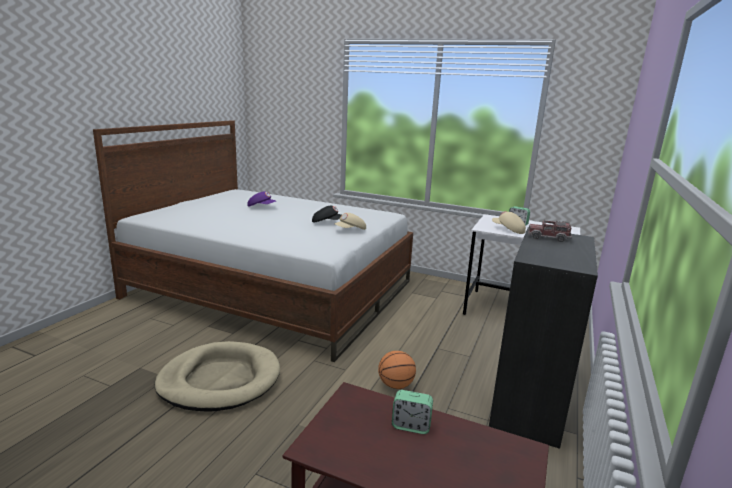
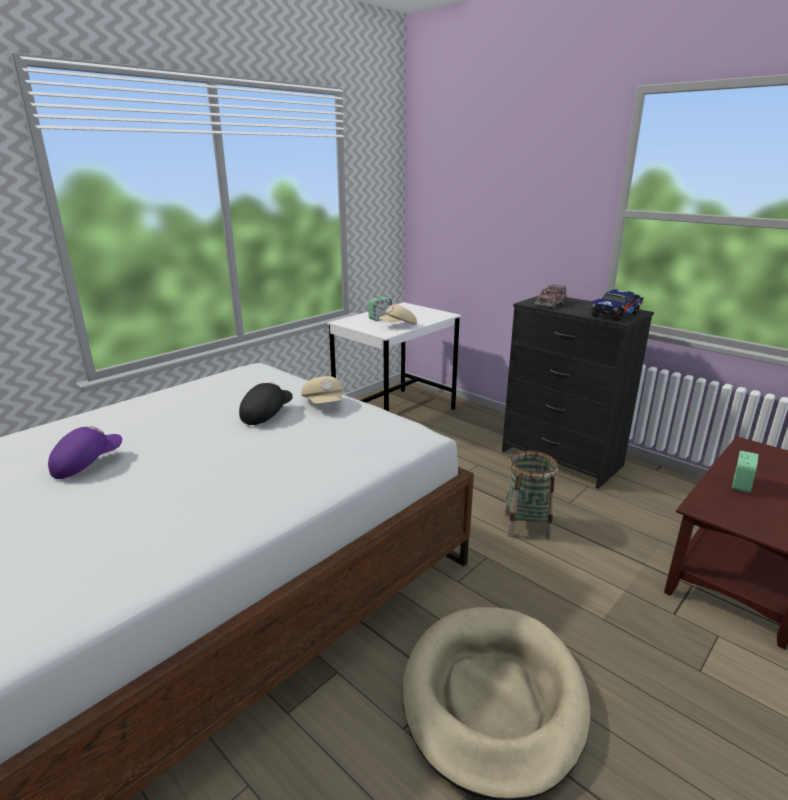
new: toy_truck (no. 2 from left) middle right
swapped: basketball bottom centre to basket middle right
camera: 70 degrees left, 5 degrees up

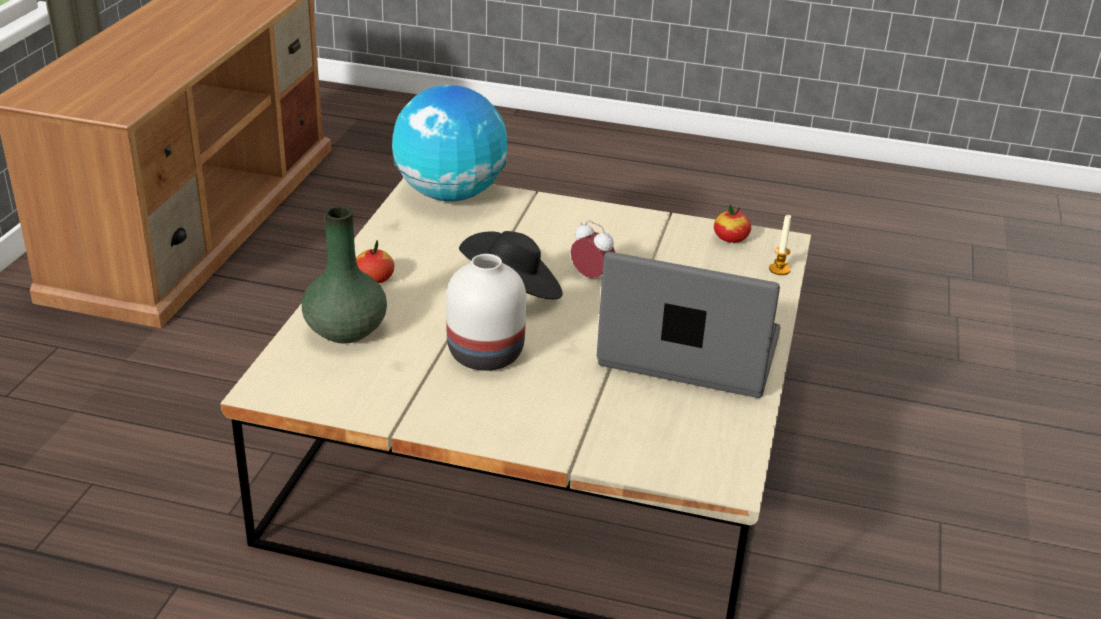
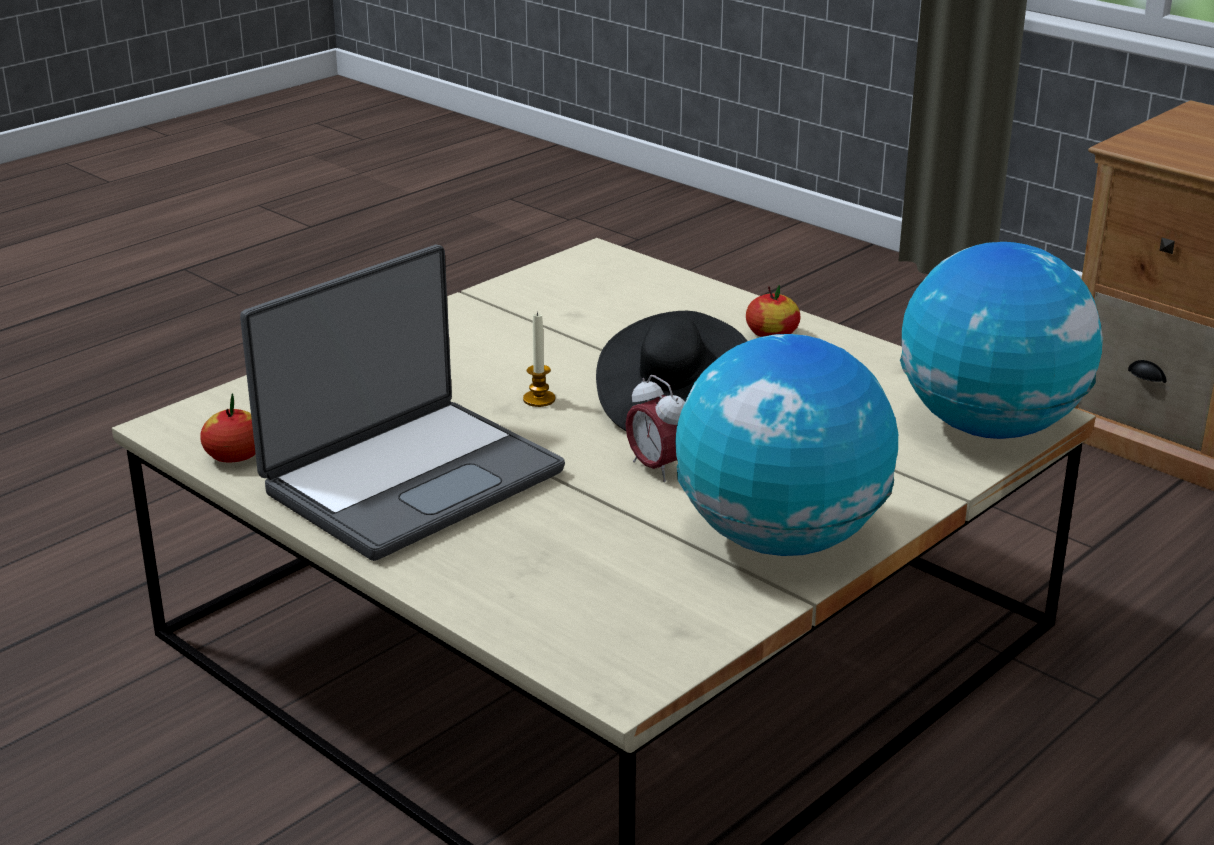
gone: green_vase middle left; white_vase centre
new: globe (no. 1 from left) centre
shifted: apple (no. 2 from left in the first image) centre to apple (no. 1 from left) middle left; candle middle right to centre
rotated: alarm_clock centre = centre 75 degrees clockwise
camera: 120 degrees right, 5 degrees down

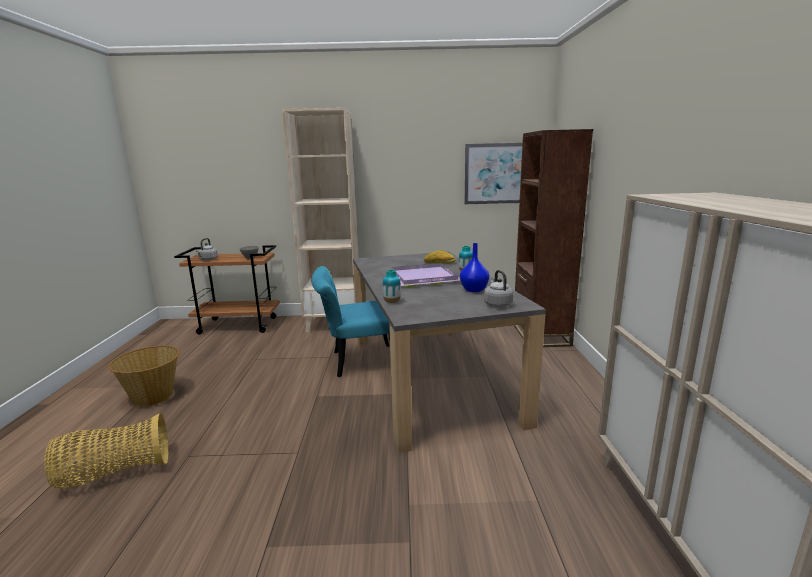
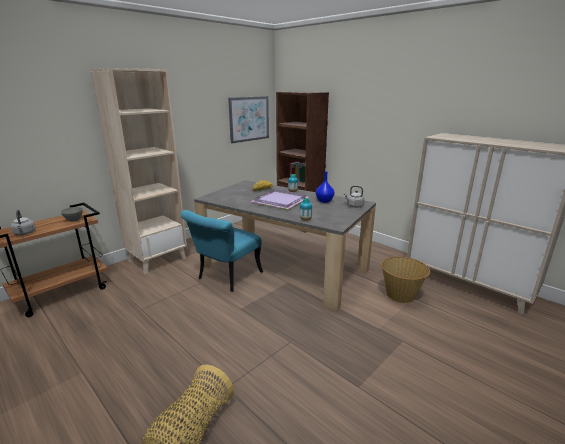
shifted: basket (no. 2 from left) middle left to middle right
camera: 45 degrees left, 5 degrees up

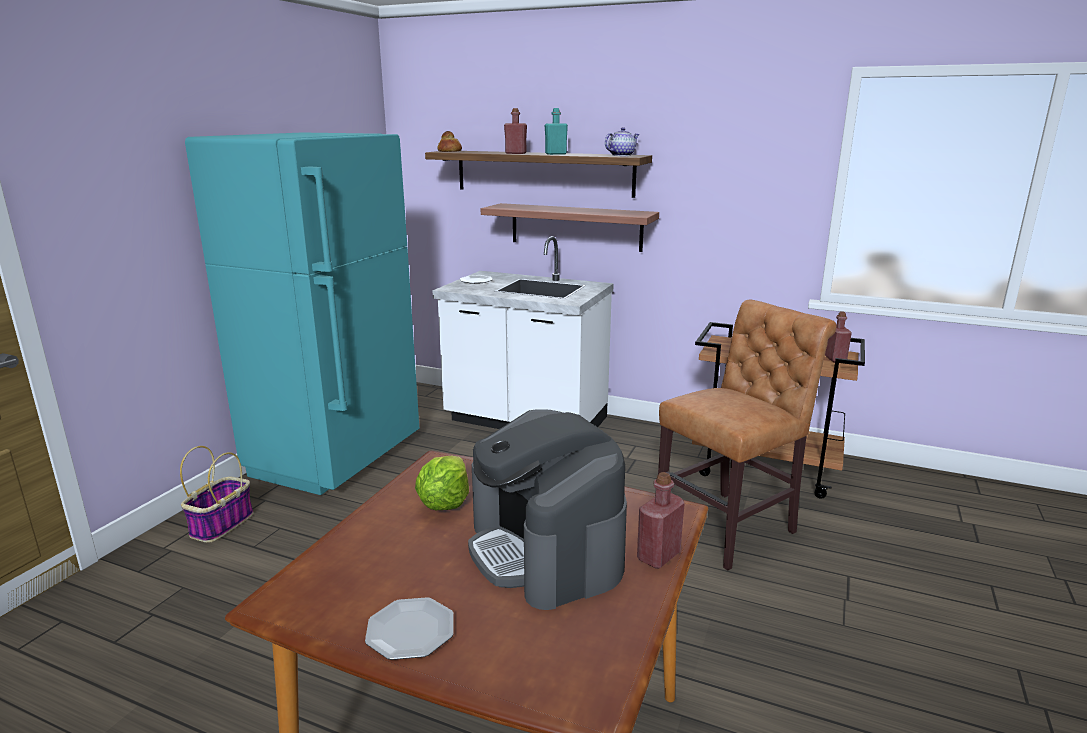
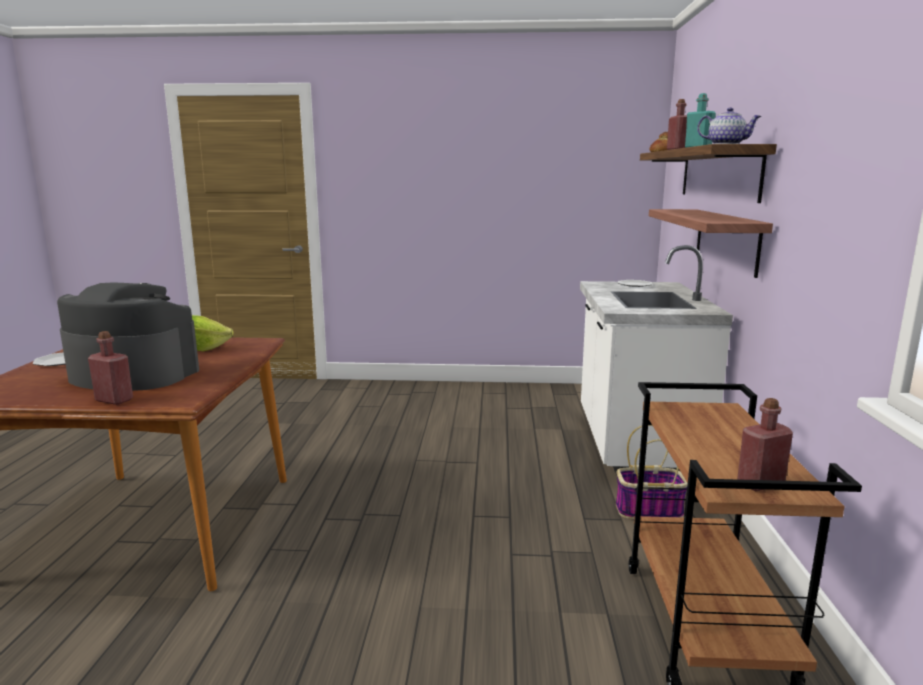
gone: turquoise_fridge middle left; brown_chair middle right
shifted: basket bottom left to bottom right
rotated: coffee_machine bottom centre = middle left 60 degrees clockwise
camera: 70 degrees right, 5 degrees down

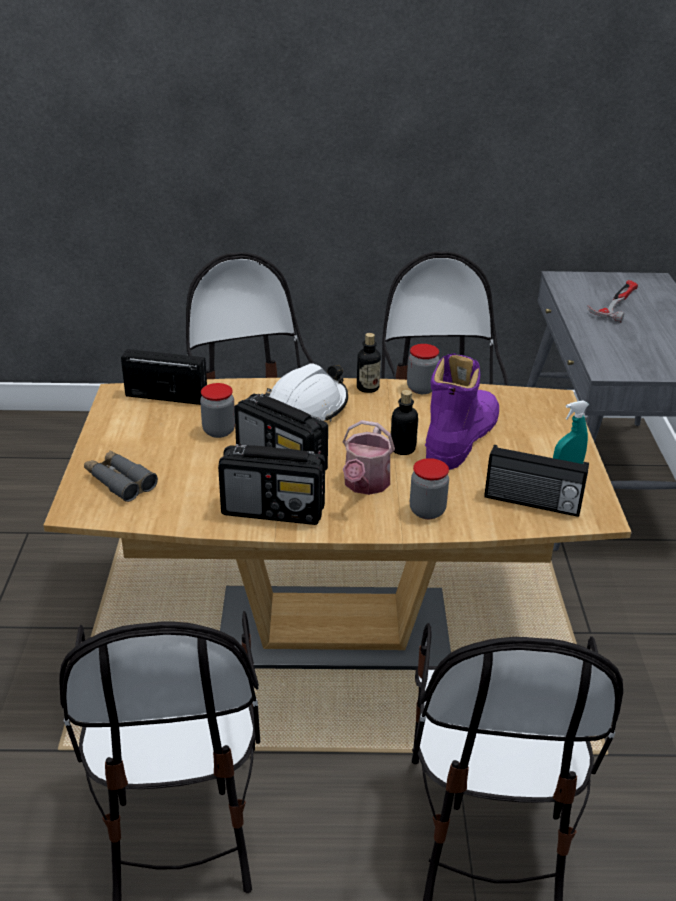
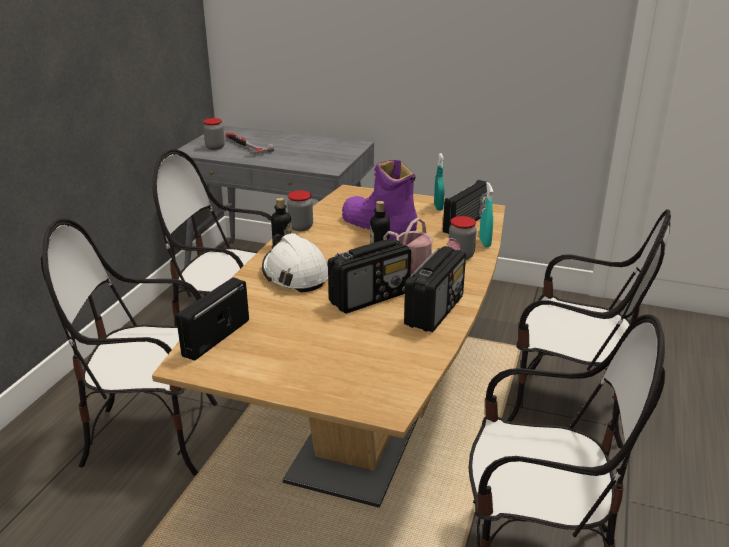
gone: grey_binoculars middle left
new: turquoise_spray_bottle (no. 2 from left) middle right
shifted: jar (no. 1 from left) middle left to top left
camera: 70 degrees left, 5 degrees down

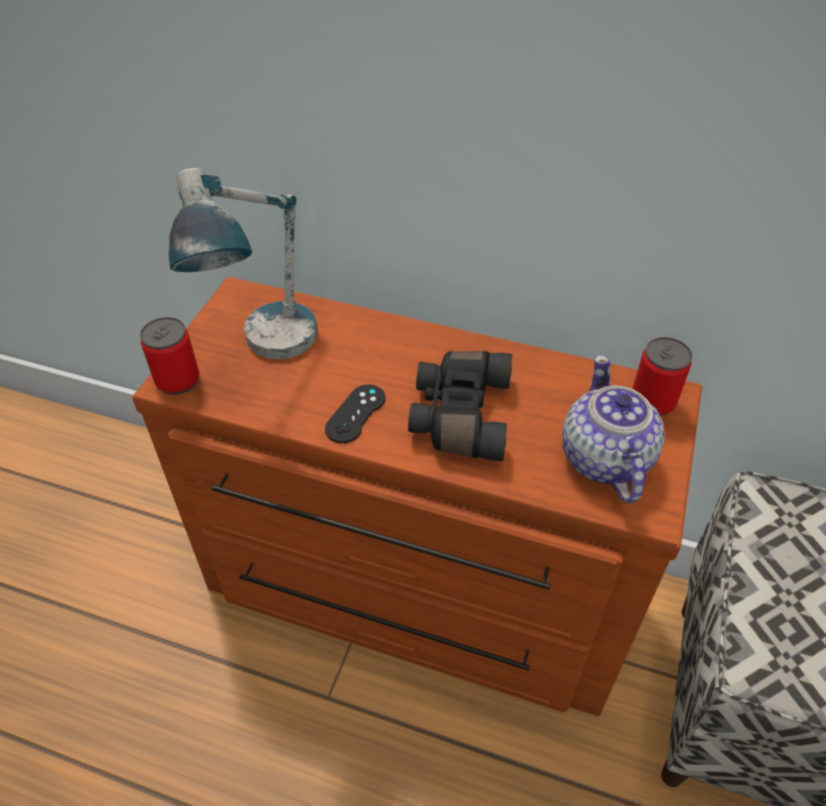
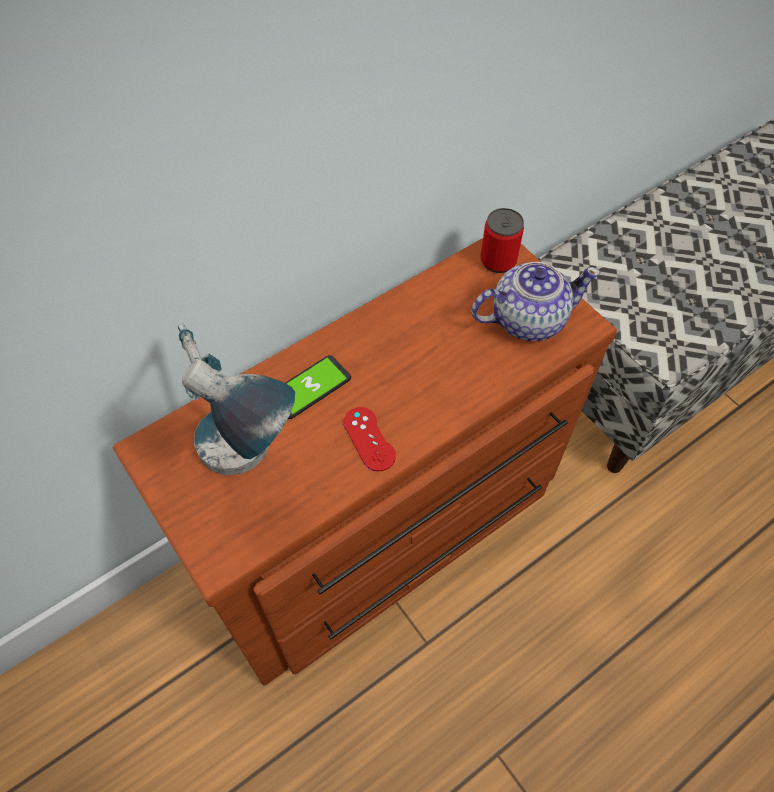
gone: can (no. 1 from left) middle left; black_binoculars centre
new: phone centre
repainted: black_game_controller centre to red_game_controller centre
rotated: teapot middle right = middle right 135 degrees clockwise
camera: 55 degrees left, 10 degrees up

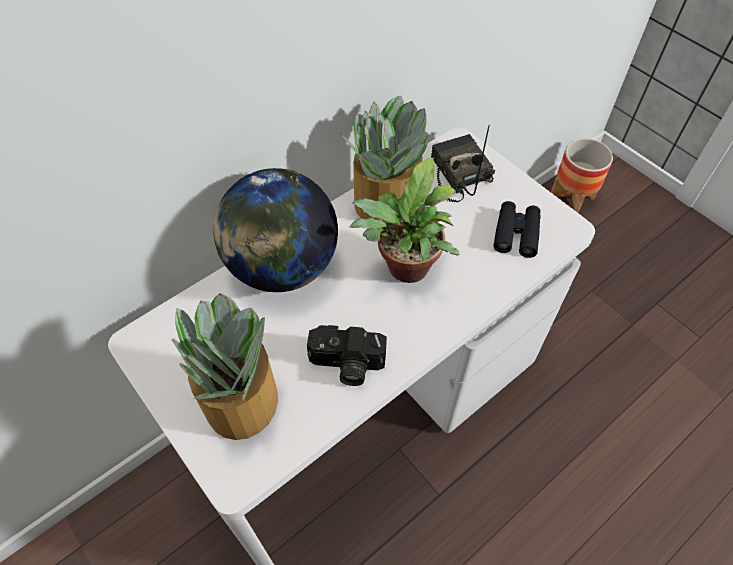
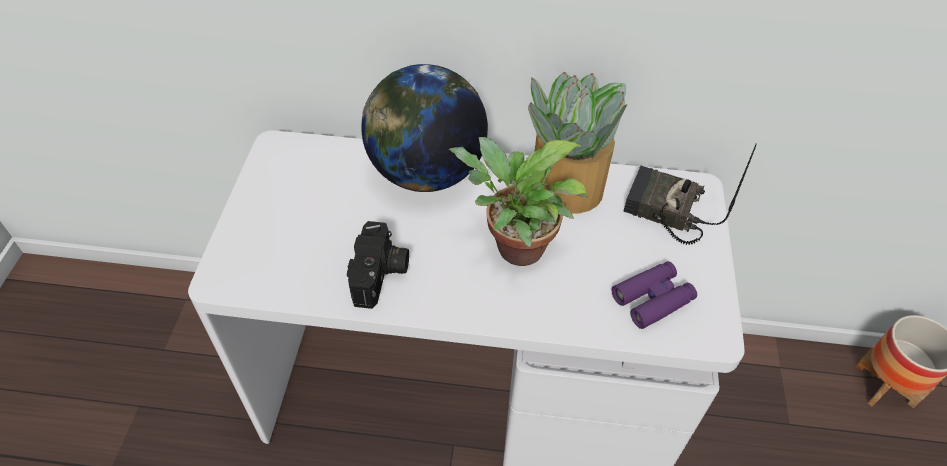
gone: potted_plant (no. 1 from left) middle left
repainted: black_binoculars middle right to purple_binoculars middle right
rotated: photo_camera centre = centre 135 degrees counterclockwise; radio top centre = middle right 90 degrees counterclockwise
camera: 45 degrees right, 5 degrees down

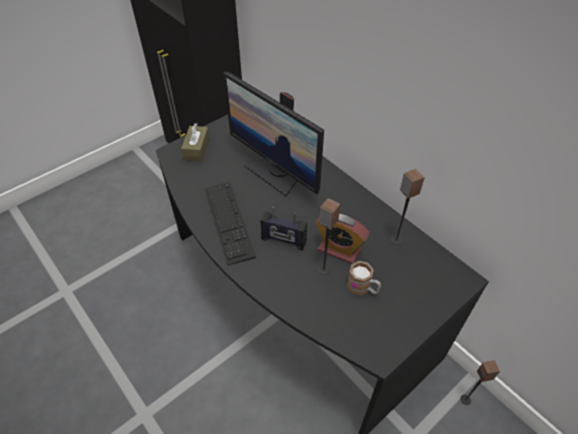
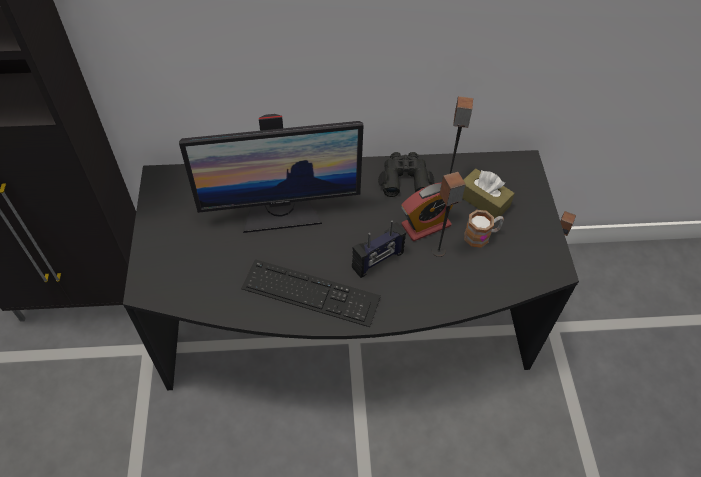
new: black_binoculars centre
shifted: brown_tissue_box top centre to middle right
camera: 55 degrees left, 5 degrees up

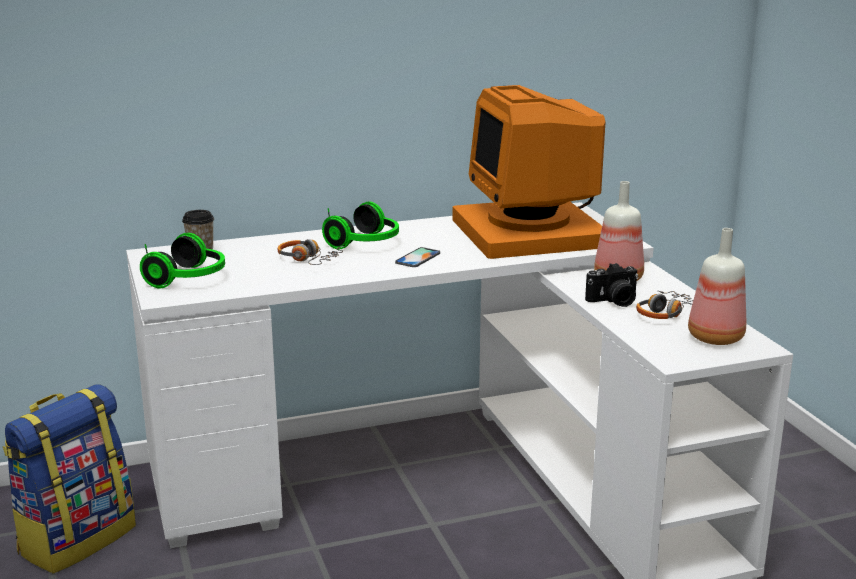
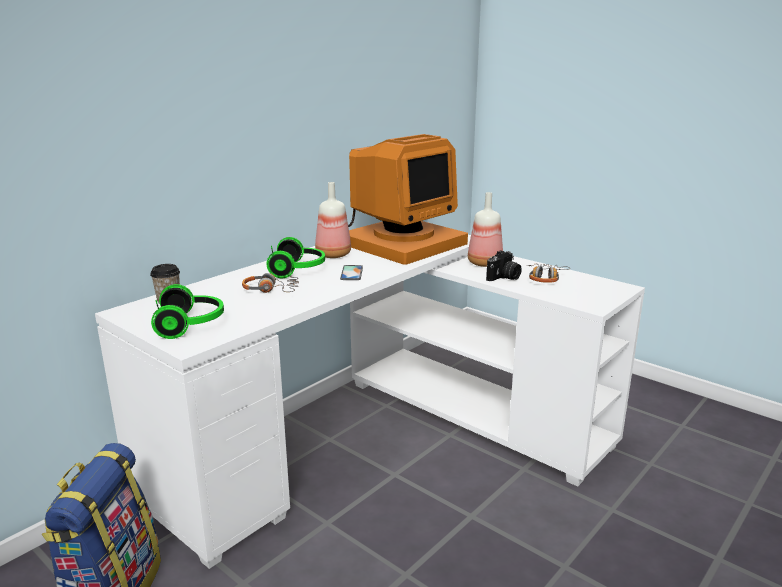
shifted: bottle (no. 2 from left in the first image) middle right to bottle (no. 1 from left) centre
rotated: monitor top centre = centre 90 degrees counterclockwise
camera: 30 degrees left, 0 degrees up

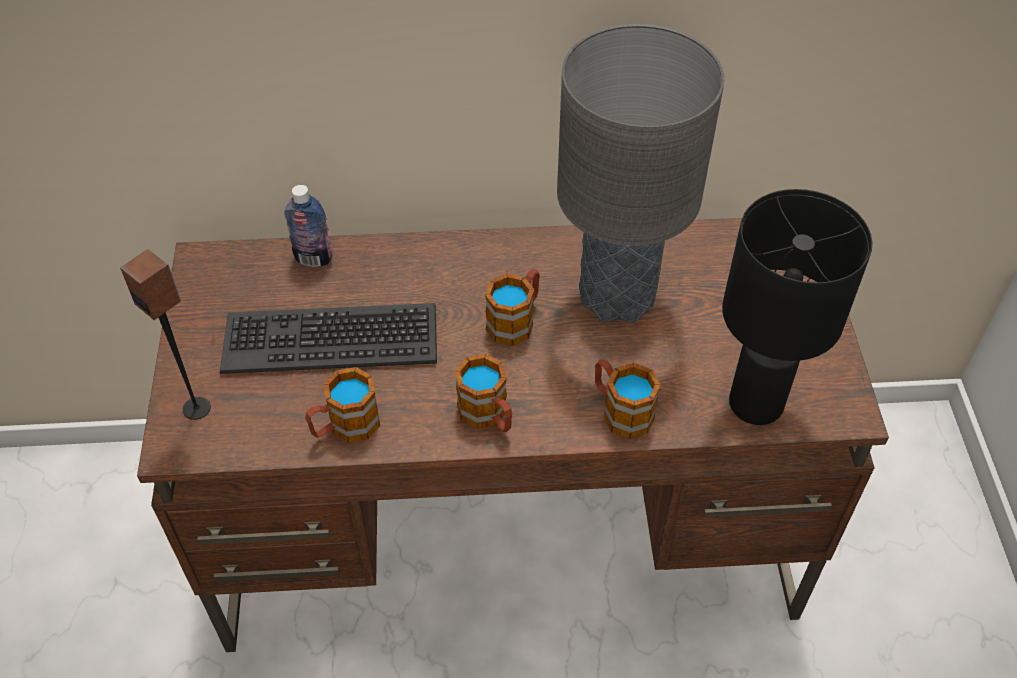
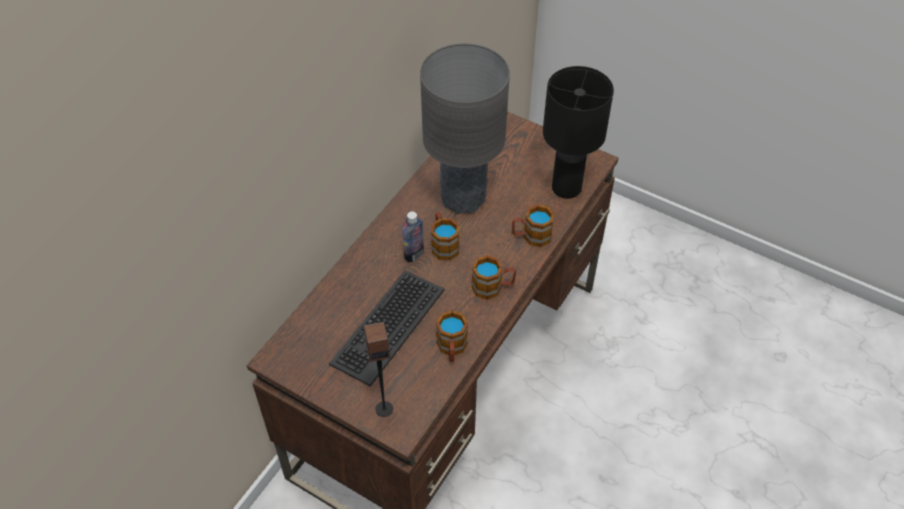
shifted: bottle middle left to centre
camera: 55 degrees left, 0 degrees up

